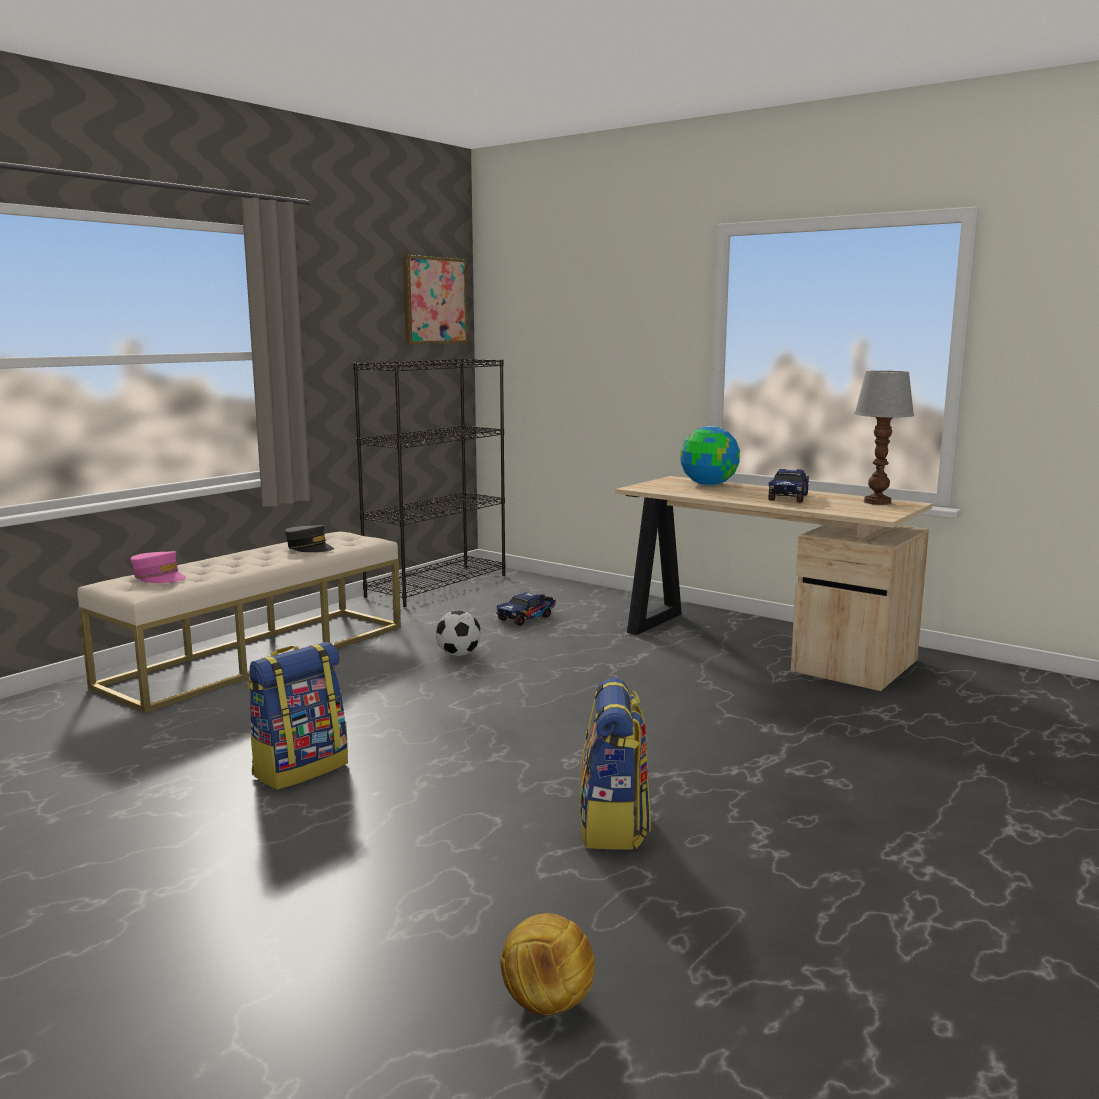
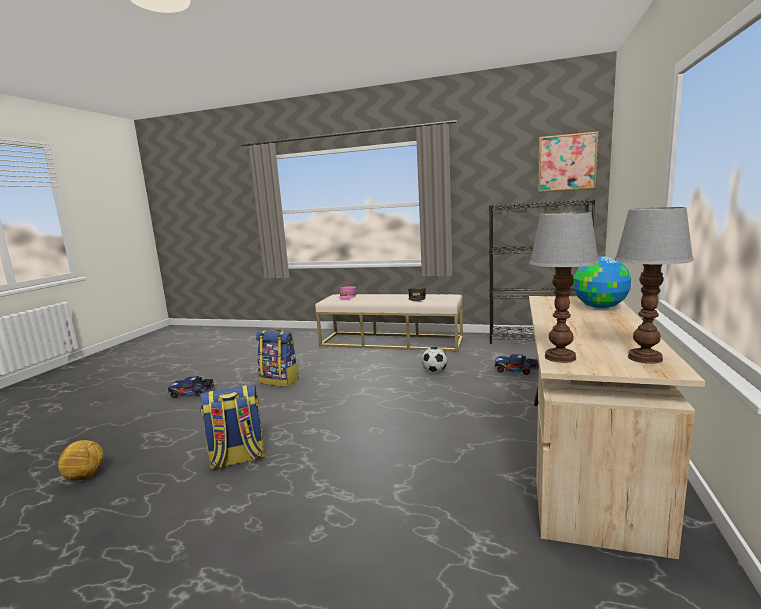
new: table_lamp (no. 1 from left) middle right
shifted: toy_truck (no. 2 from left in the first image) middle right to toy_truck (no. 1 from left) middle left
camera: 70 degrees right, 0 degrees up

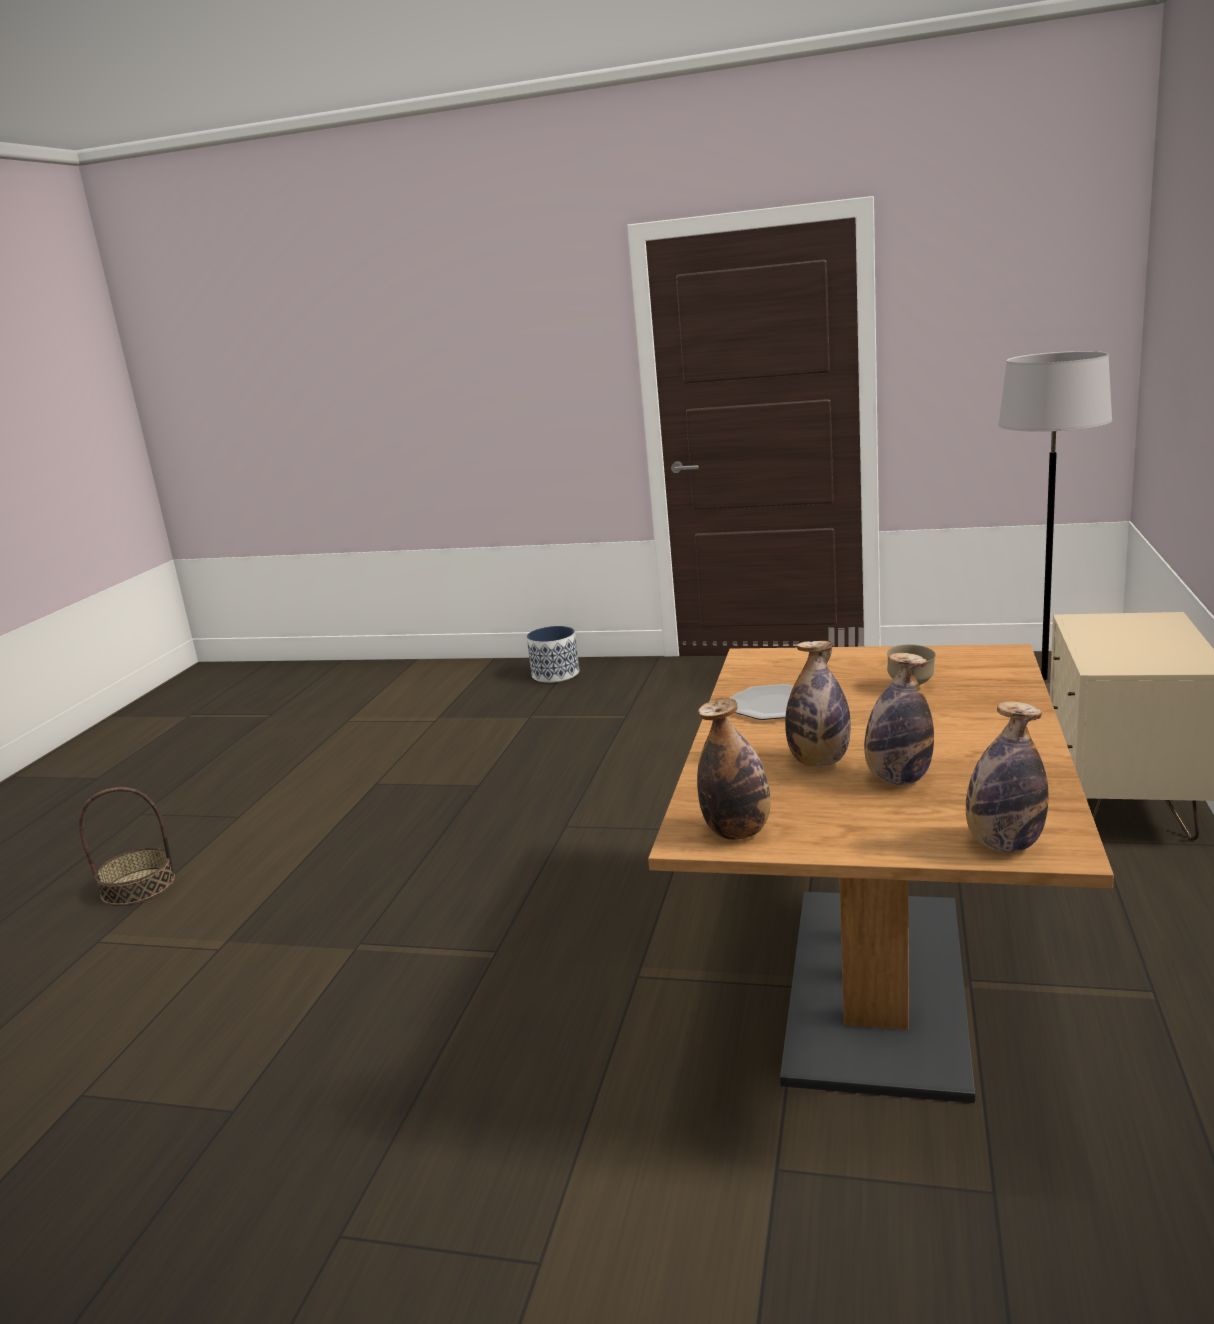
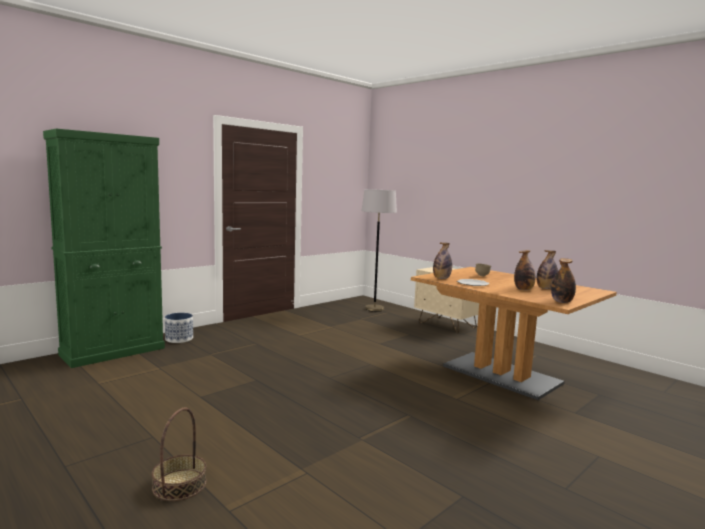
new: green_cabinet middle left
shifted: bottle (no. 4 from left in the first image) middle right to bottle (no. 1 from left) centre
camera: 60 degrees left, 10 degrees down

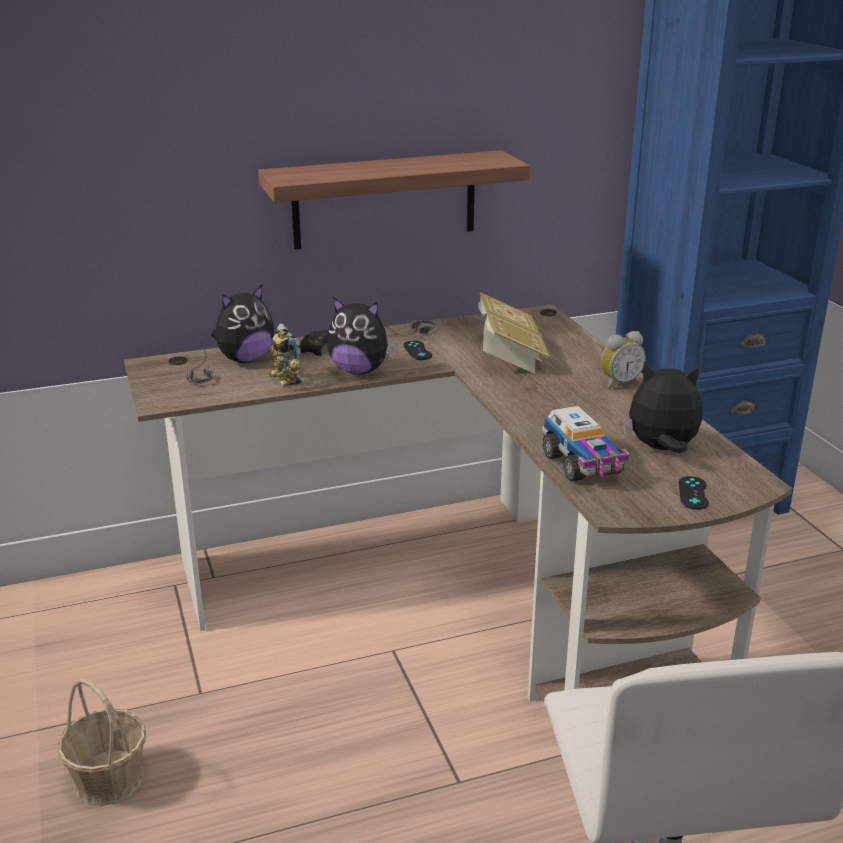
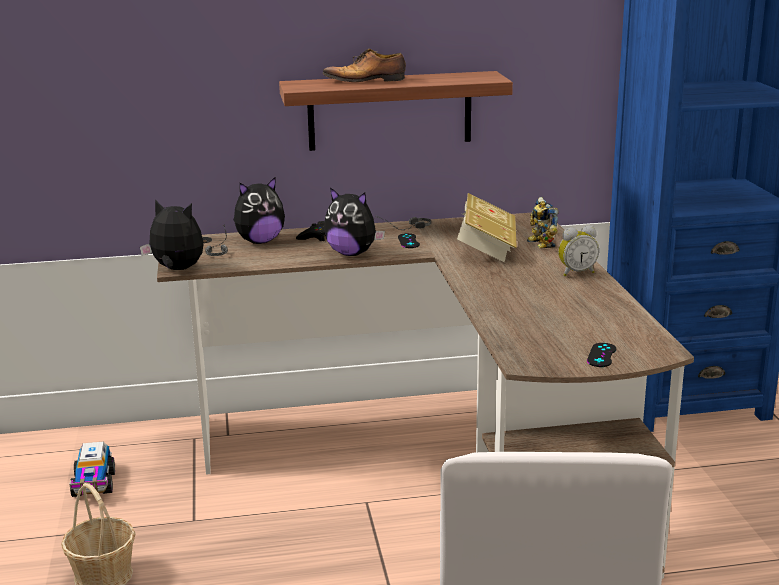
new: shoe top centre
shifted: toy_robot centre to middle right; toy_truck middle right to bottom left; plush_toy (no. 3 from left in the first image) middle right to plush_toy (no. 1 from left) middle left
camera: 10 degrees right, 5 degrees down

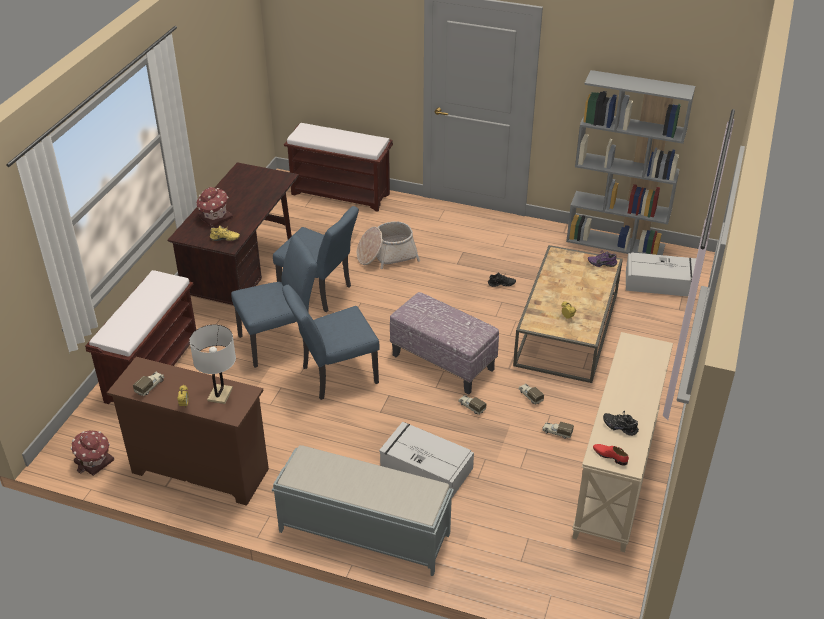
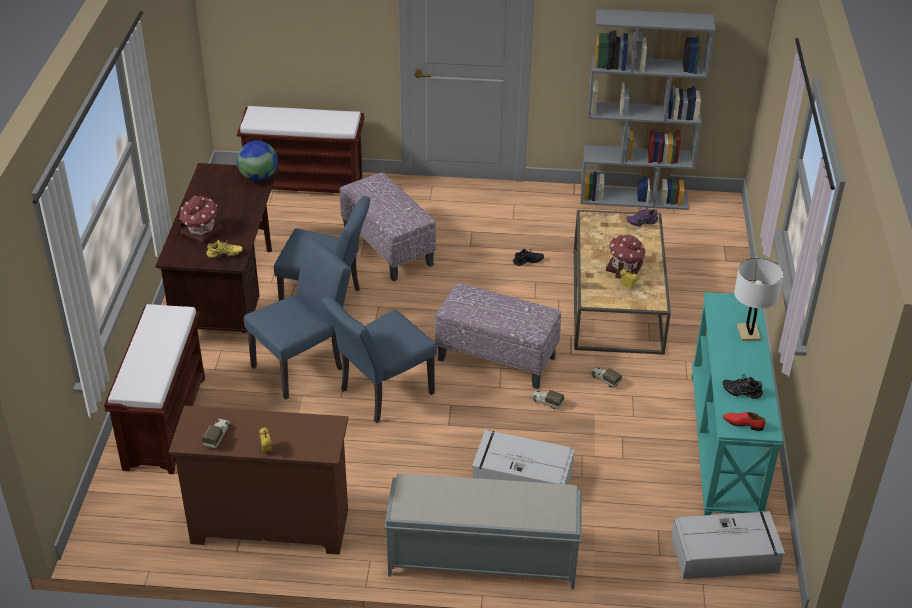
gone: toy_truck (no. 4 from left) bottom right
new: globe top left
shifted: toy_house (no. 1 from left in the first image) bottom left to toy_house (no. 2 from left) middle right; white_table_lamp middle left to middle right; grey_storage_box (no. 2 from left) middle right to bottom right
swapped: basket centre to ottoman (no. 1 from left) centre
repainted: beige_console_table bottom right to turquoise_console_table middle right
camera: 15 degrees left, 0 degrees up

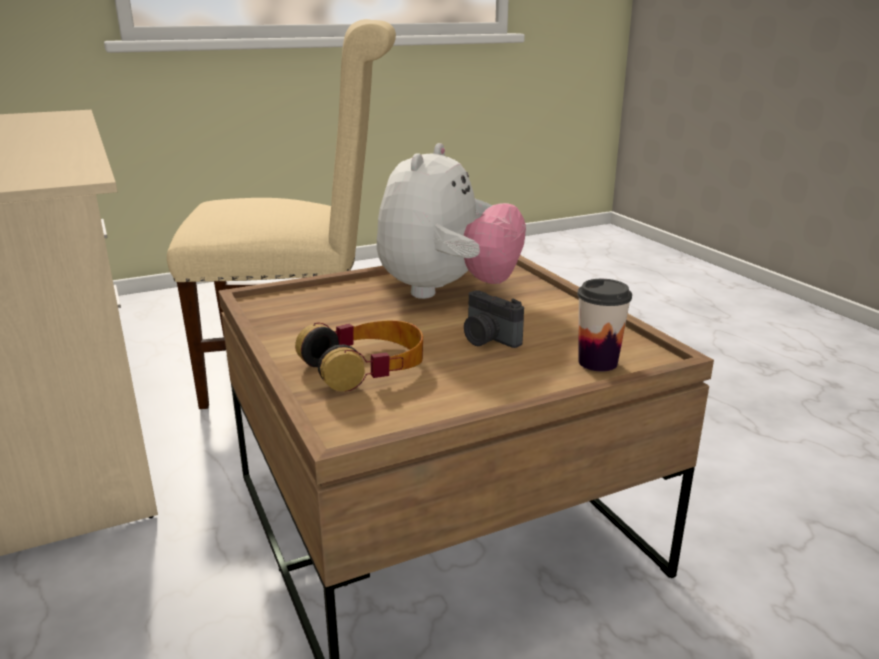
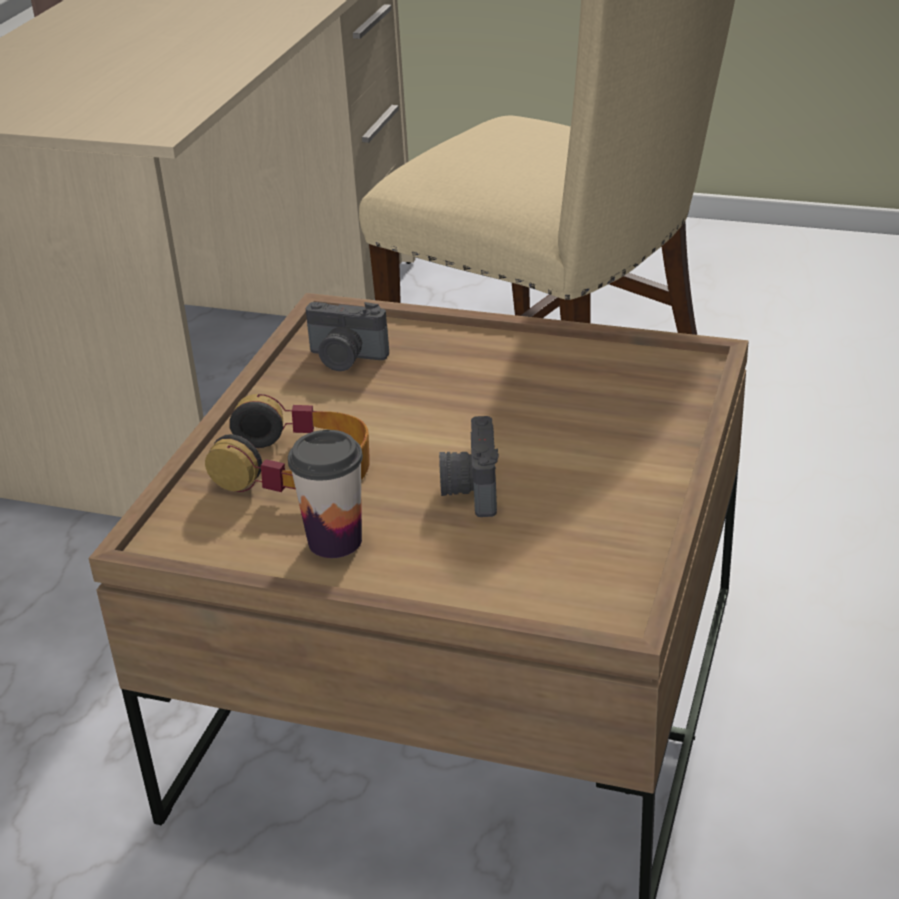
gone: plush_toy centre
new: photo_camera (no. 1 from left) centre
shifted: cup middle right to centre
camera: 45 degrees right, 10 degrees up

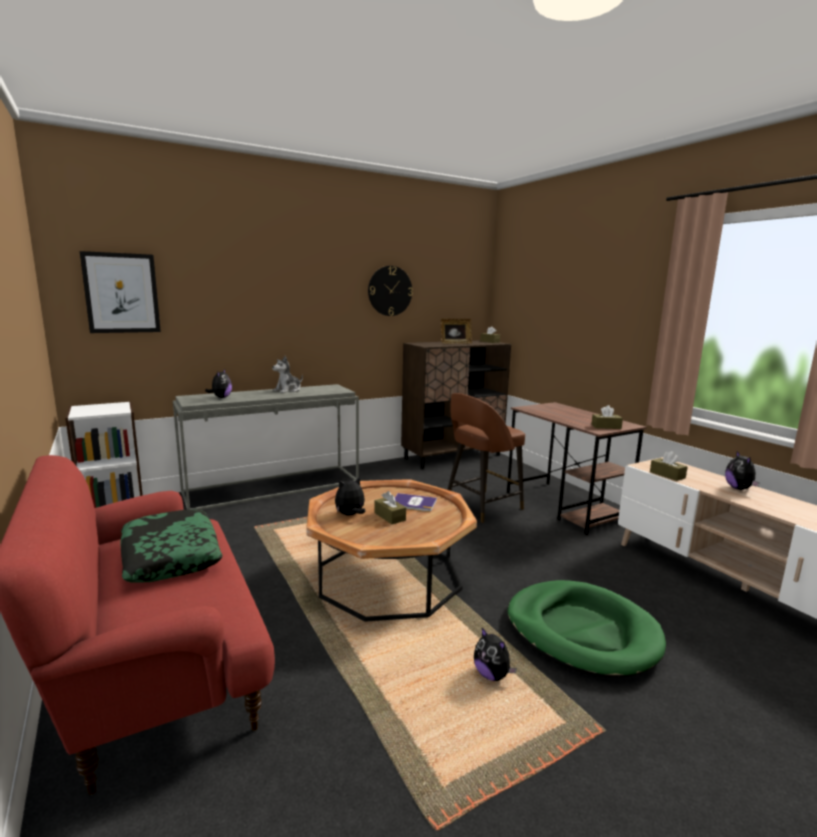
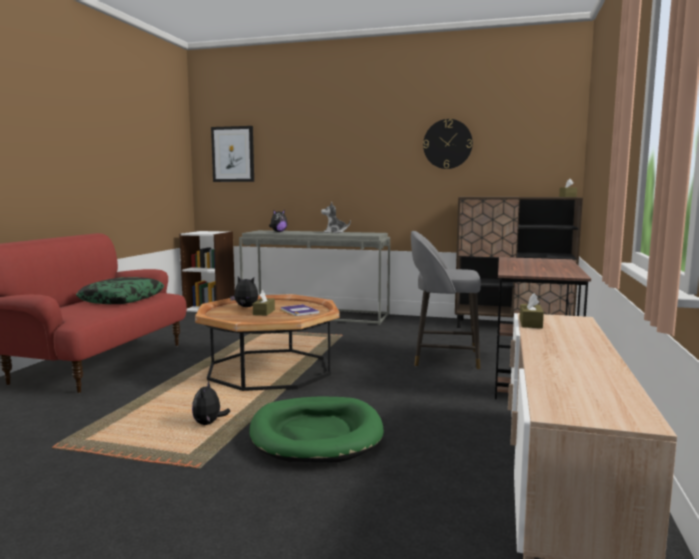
gone: picture_frame centre; brown_tissue_box (no. 3 from left) middle right; plush_toy (no. 5 from left) middle right
repainted: brown_stool centre to grey_stool centre
camera: 45 degrees right, 5 degrees down

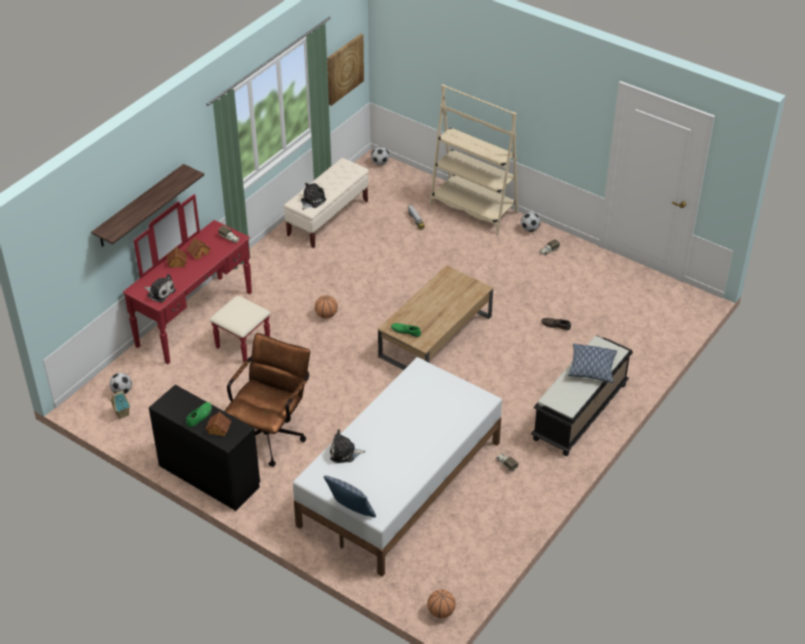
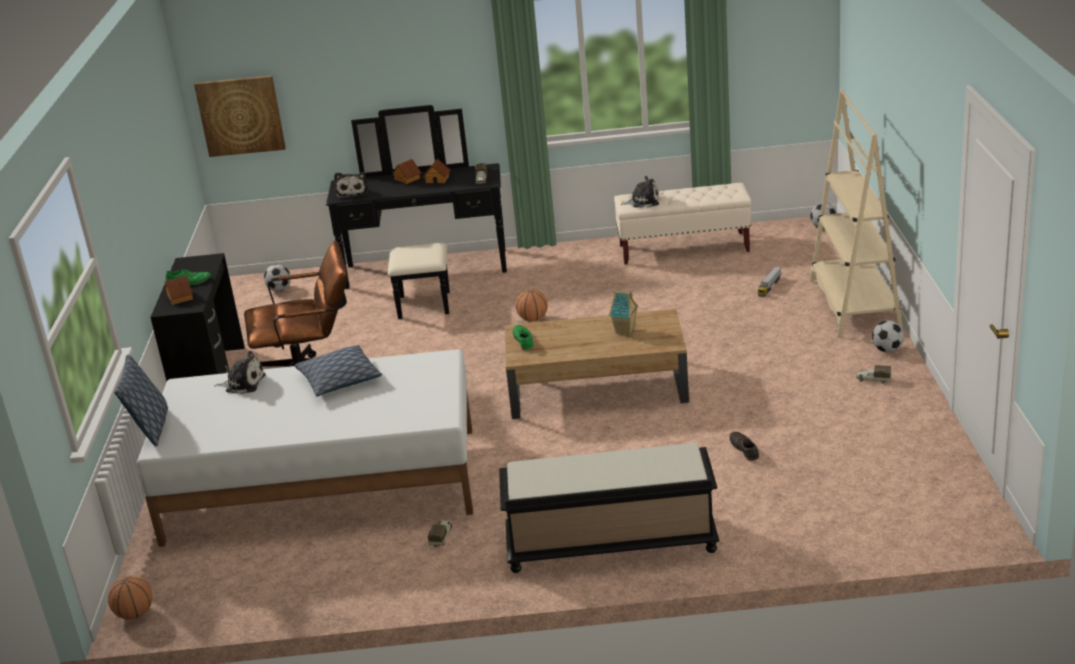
gone: shelf top left
shifted: toy_house (no. 1 from left in the first image) middle left to toy_house (no. 4 from left) centre; picture top centre to top left; pillow (no. 2 from left) middle right to middle left
repainted: red_dresser middle left to black_dresser top centre
rotated: plush_toy (no. 3 from left in the first image) bottom centre = middle left 135 degrees clockwise
camera: 55 degrees right, 15 degrees down

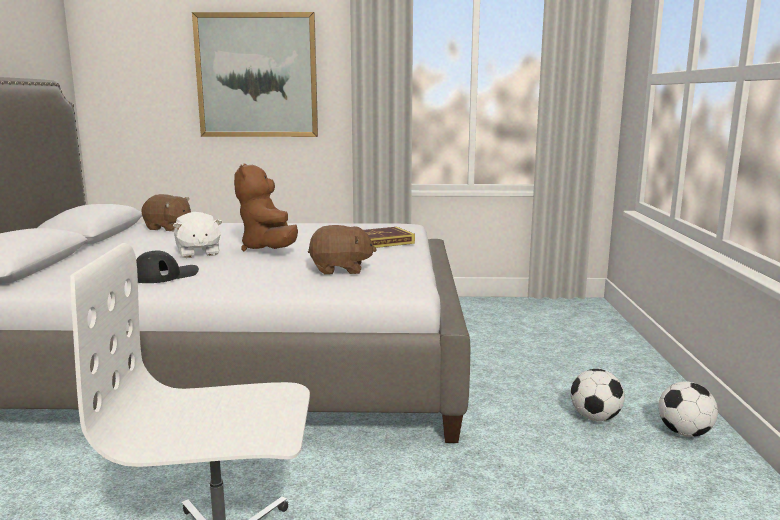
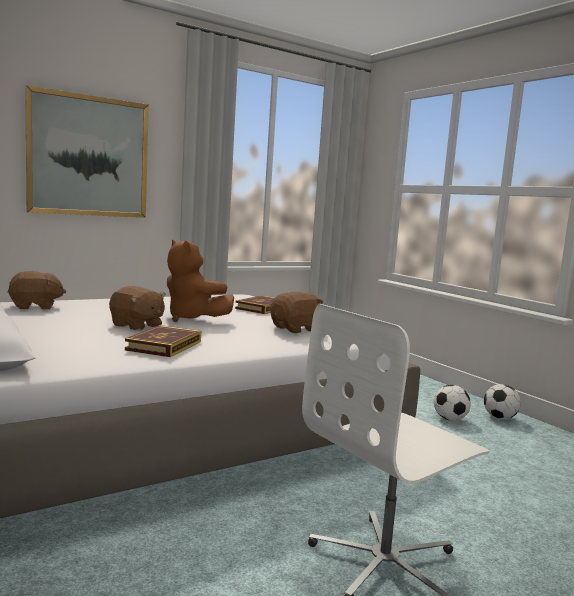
swapped: black_cap middle left to book (no. 1 from left) middle left
repainted: white_plush_toy middle left to brown_plush_toy (no. 2 from left) middle left
camera: 35 degrees left, 5 degrees down

